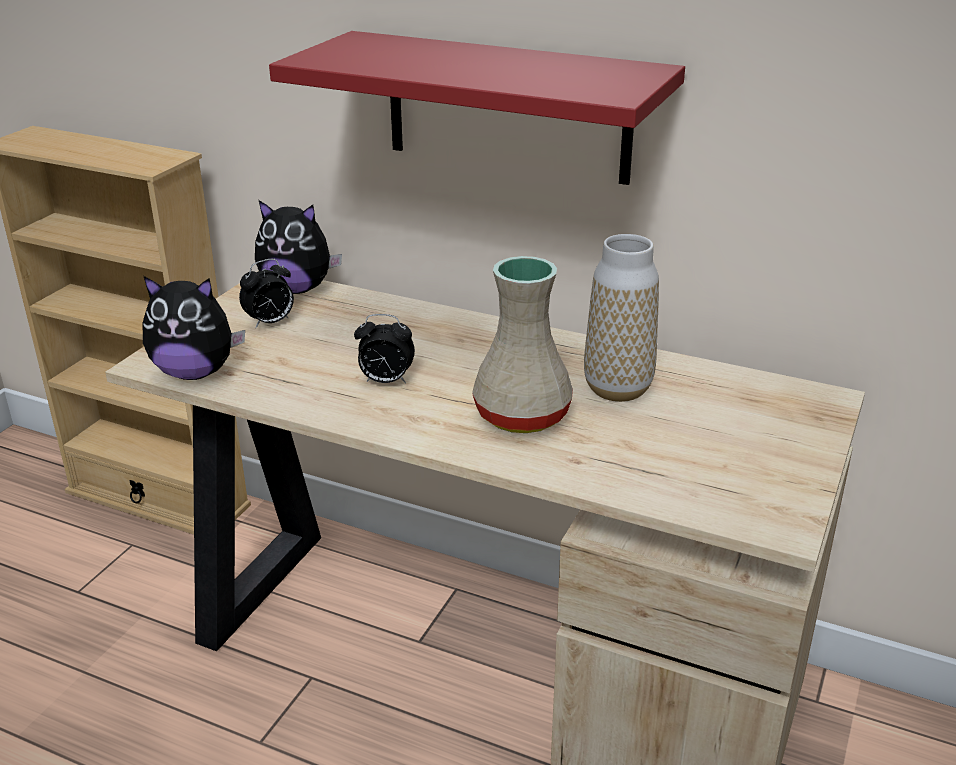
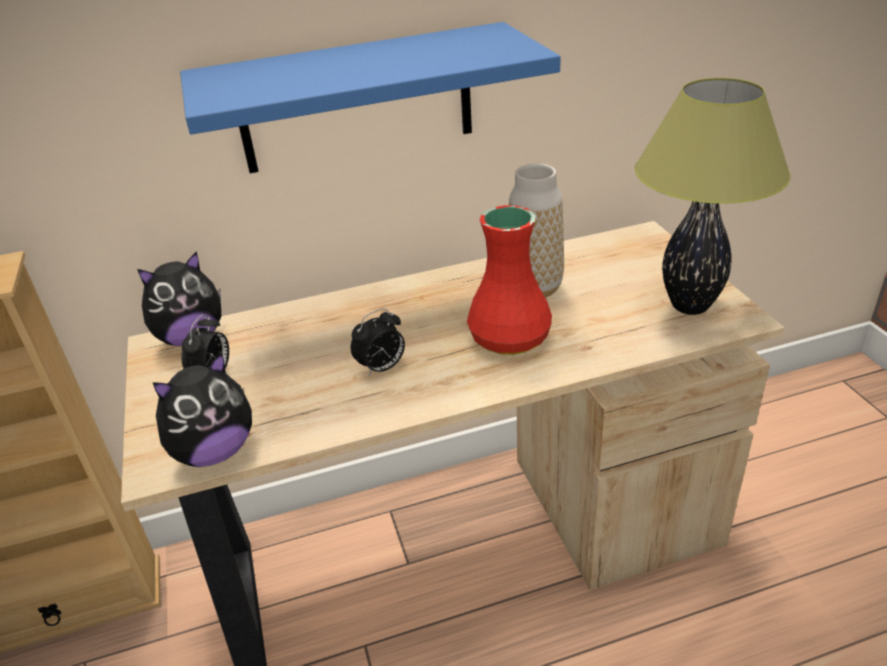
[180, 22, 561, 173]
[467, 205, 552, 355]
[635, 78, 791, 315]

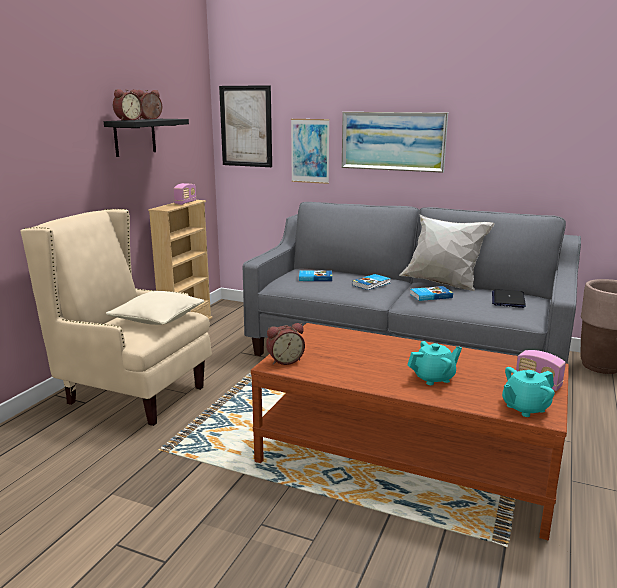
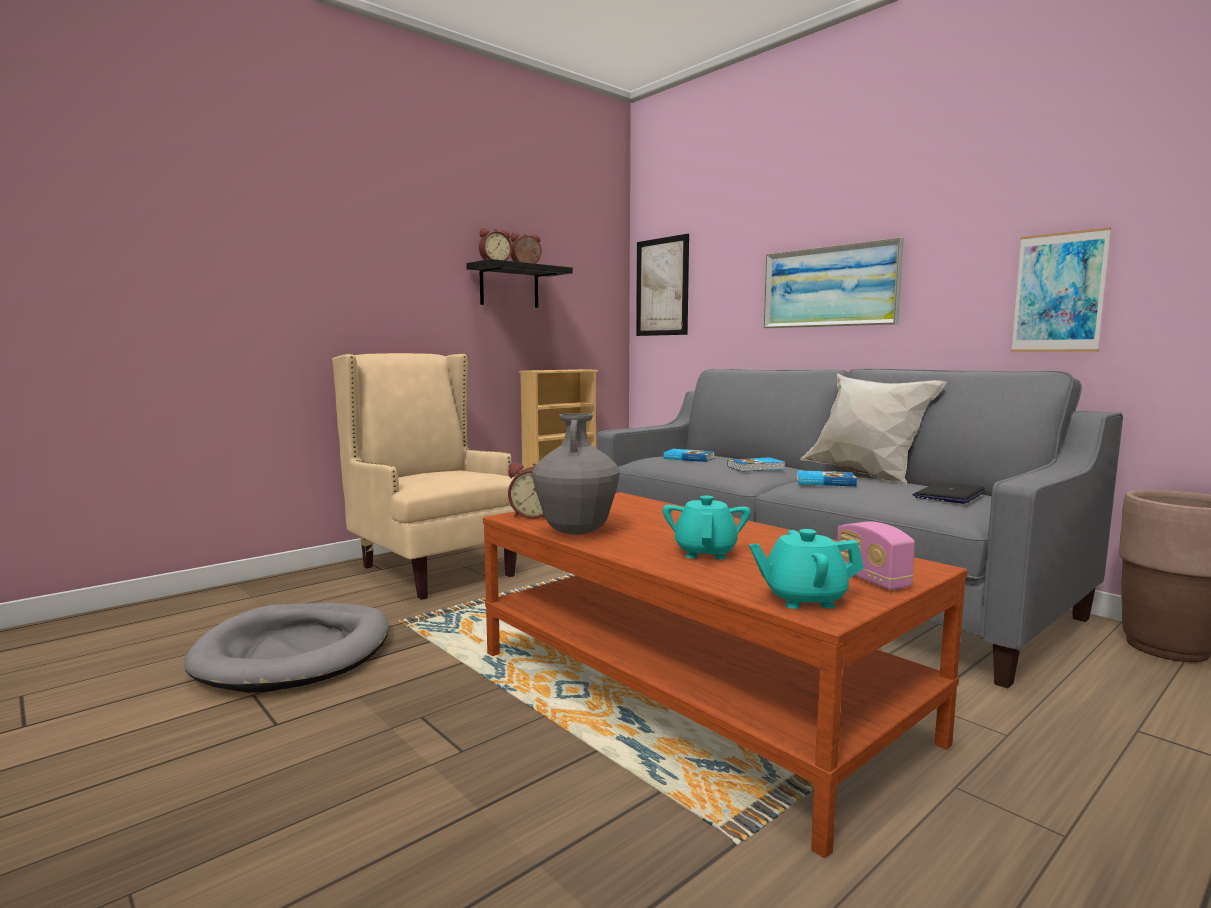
[1011, 227, 1111, 352]
[174, 183, 196, 205] (first image)
[106, 291, 204, 325] (first image)
[663, 495, 751, 559]
[532, 413, 620, 535]
[184, 603, 388, 693]

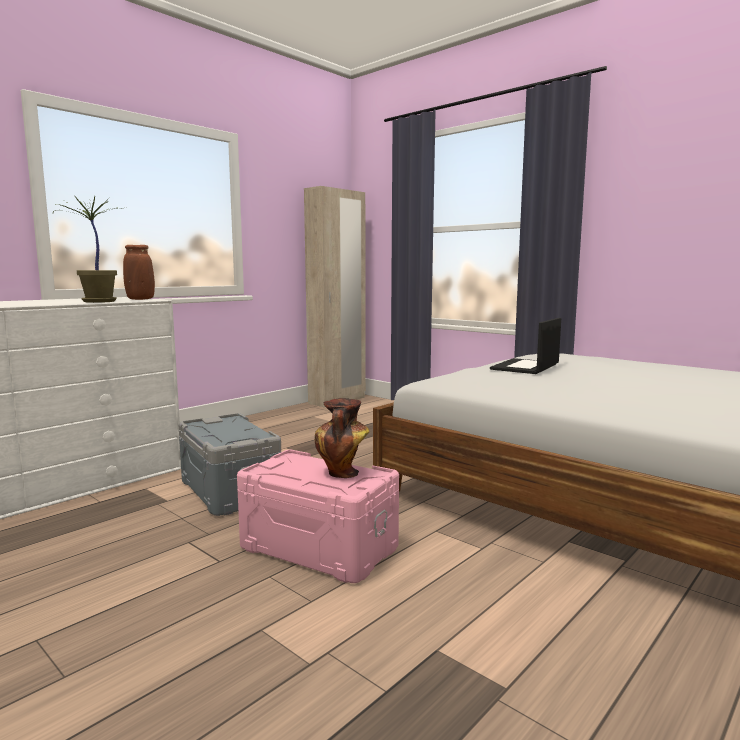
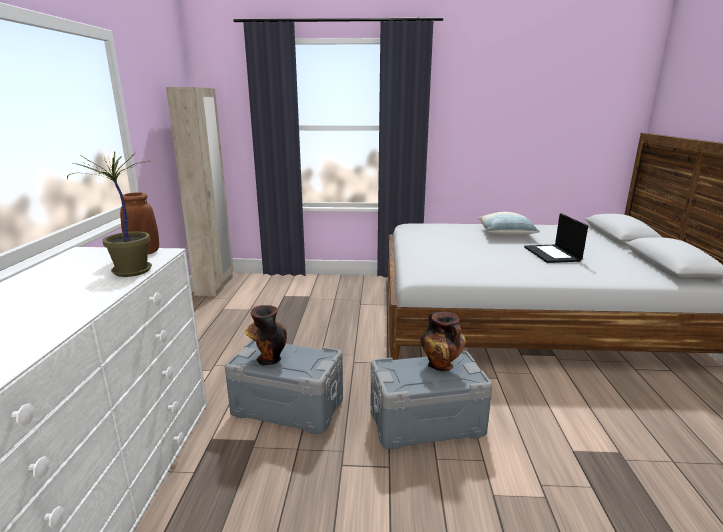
[524, 213, 588, 263]
[370, 351, 493, 449]
[478, 212, 540, 234]
[246, 305, 287, 366]

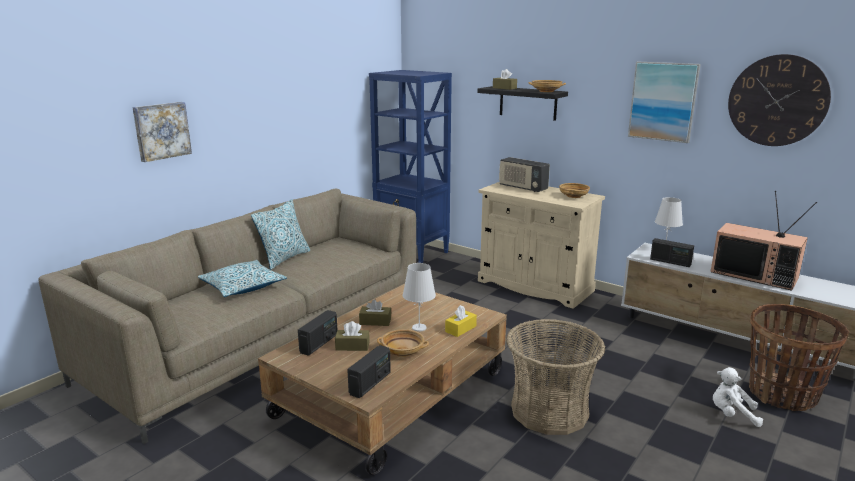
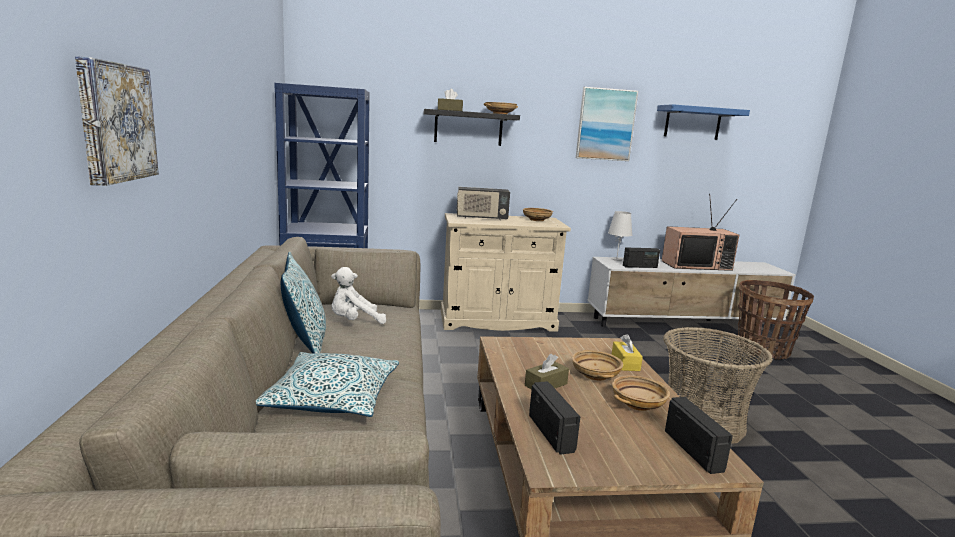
[657, 104, 750, 140]
[572, 350, 623, 381]
[335, 321, 370, 351] (first image)
[331, 267, 386, 324]

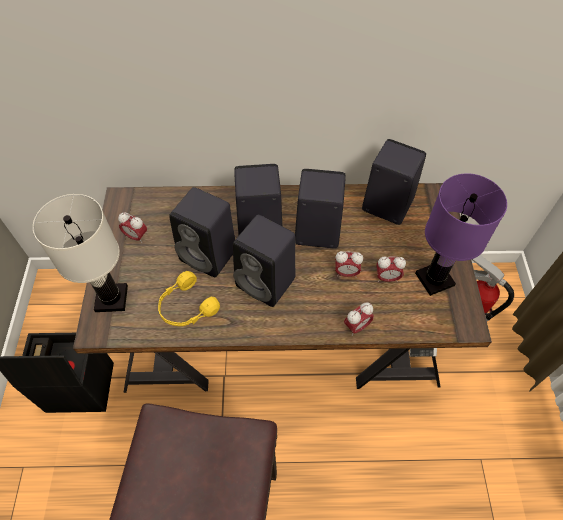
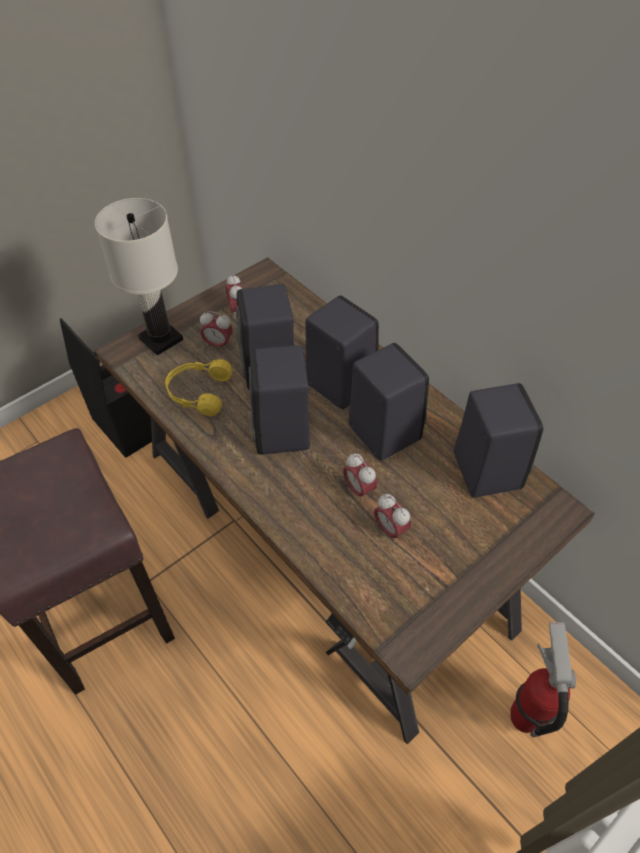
[415, 173, 507, 296] (first image)
[200, 311, 233, 350]

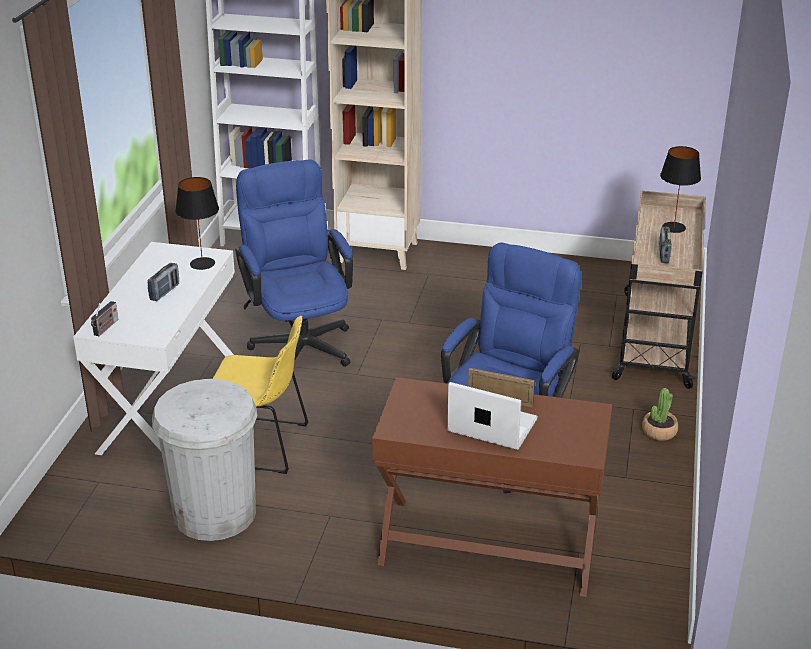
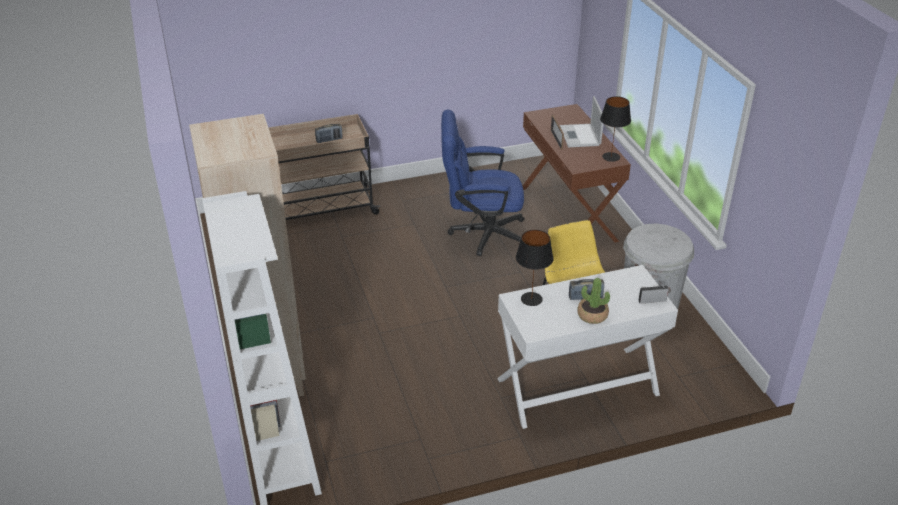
[600, 96, 631, 162]
[235, 159, 353, 367] (first image)
[577, 278, 610, 324]

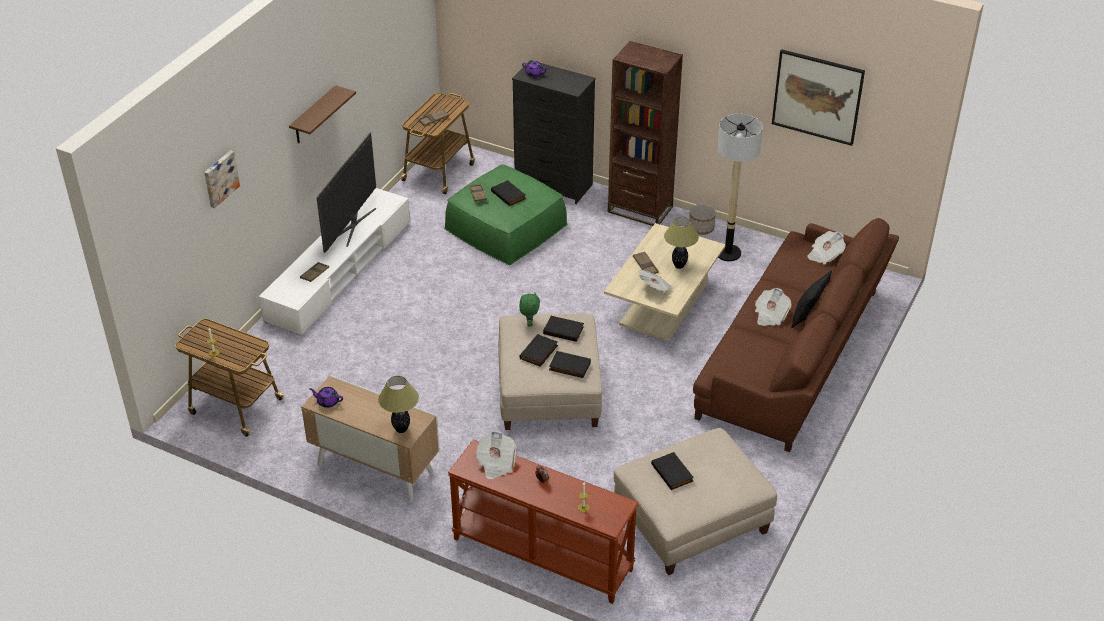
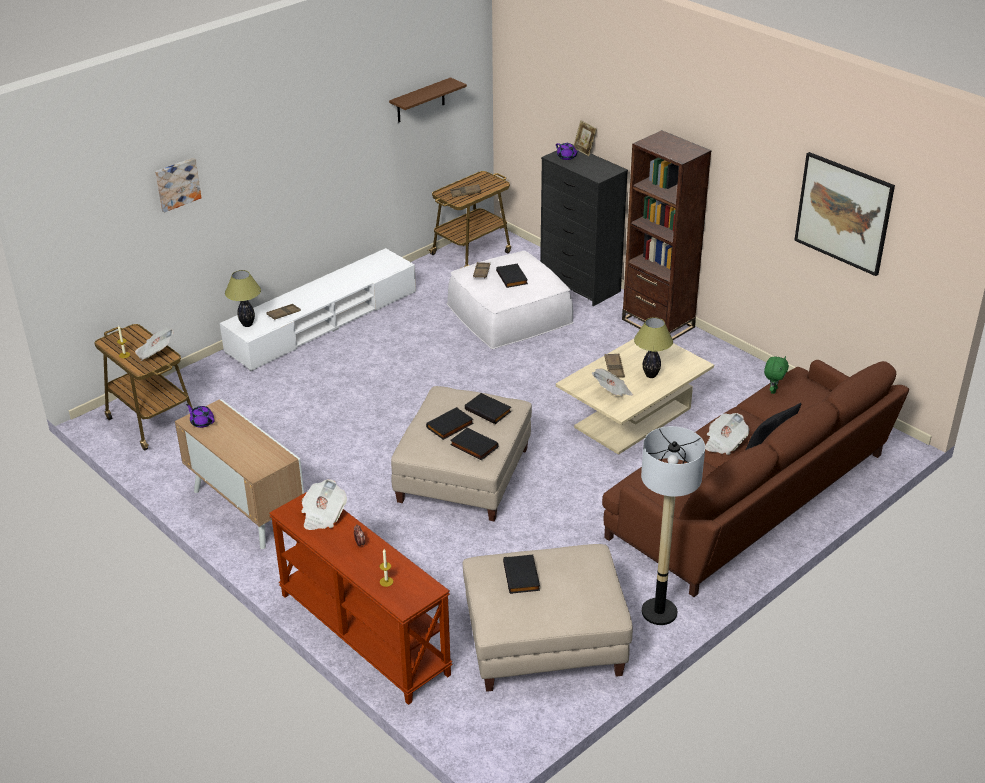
[389, 77, 467, 123]
[641, 426, 705, 625]
[316, 132, 377, 253] (first image)
[447, 251, 574, 349]
[689, 204, 716, 235] (first image)
[135, 327, 174, 361]
[764, 356, 789, 394]
[225, 270, 261, 327]
[574, 120, 597, 156]

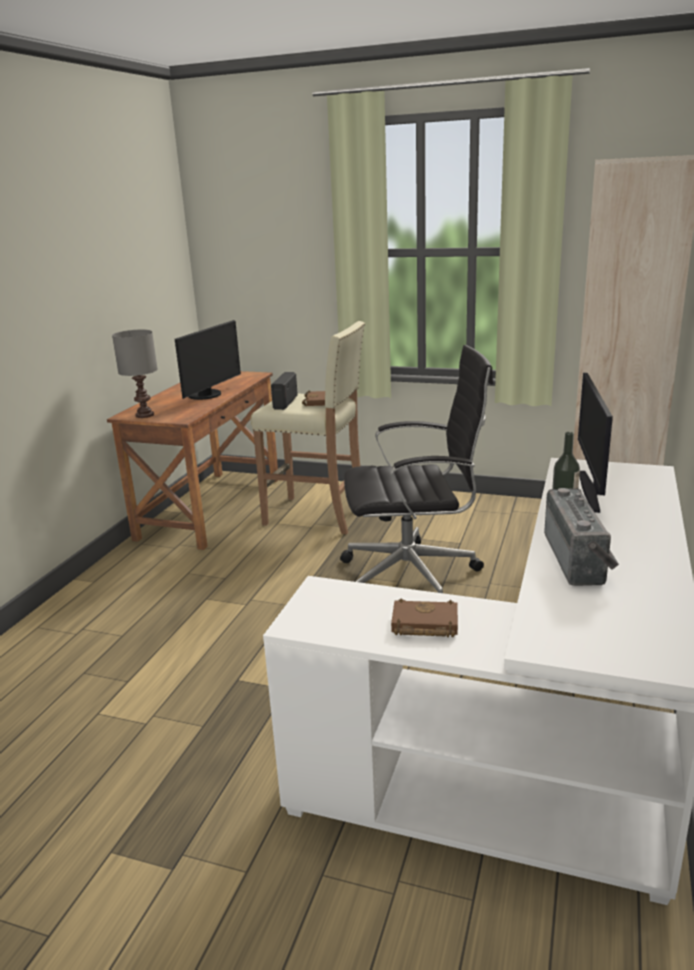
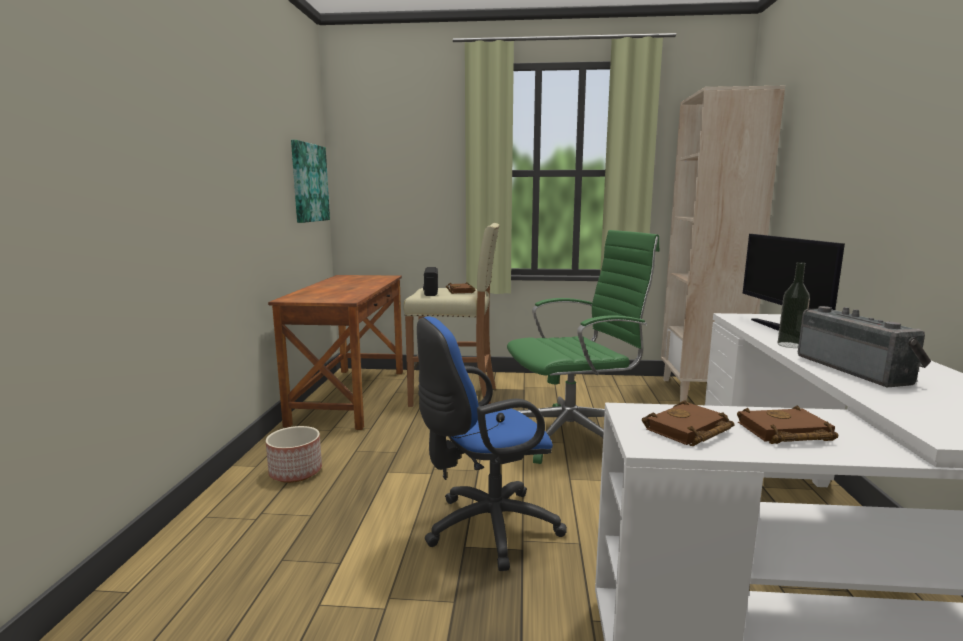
[175, 320, 241, 400] (first image)
[112, 330, 158, 418] (first image)
[507, 230, 660, 464]
[291, 140, 330, 223]
[417, 317, 567, 571]
[642, 400, 735, 446]
[266, 426, 322, 483]

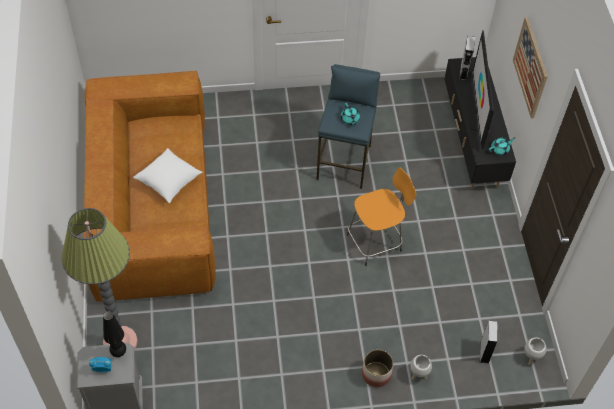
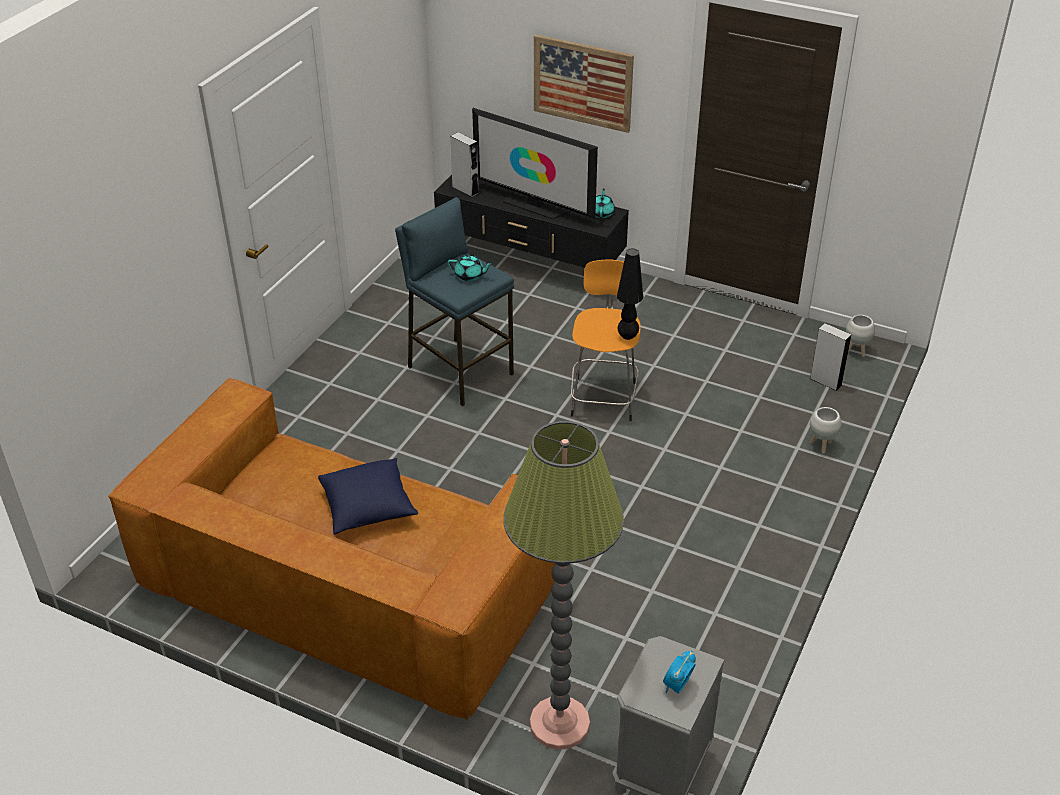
[318, 458, 418, 535]
[617, 248, 643, 340]
[362, 349, 394, 387] (first image)

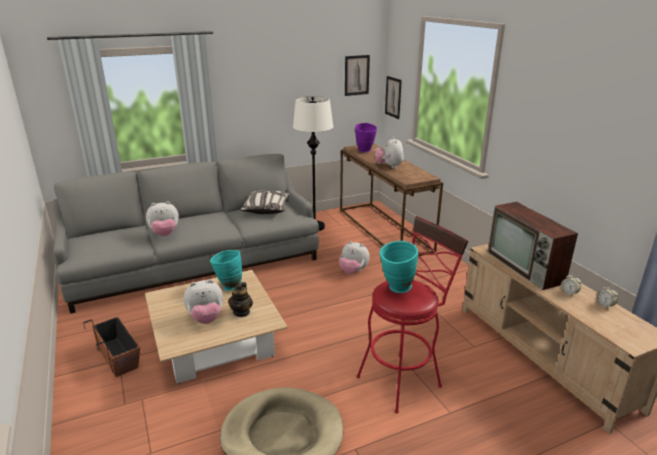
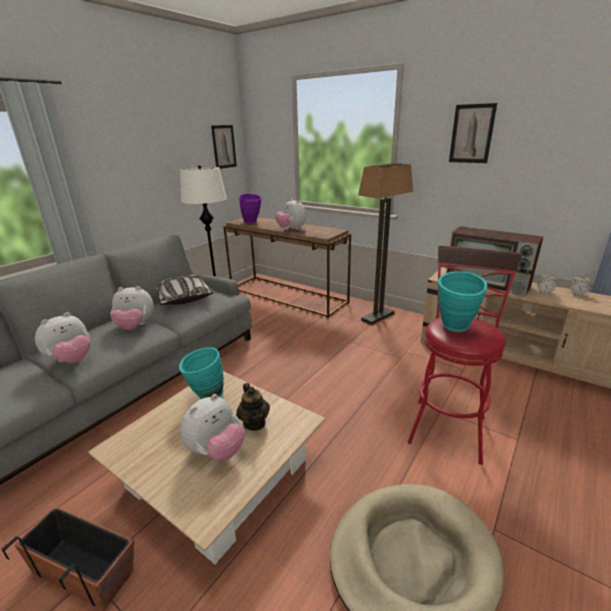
[449, 103, 497, 163]
[110, 286, 154, 330]
[358, 163, 413, 325]

